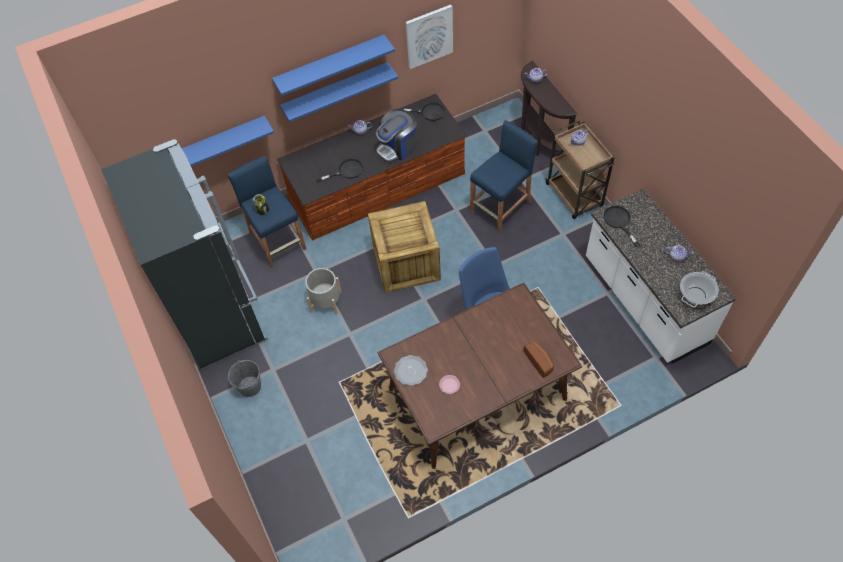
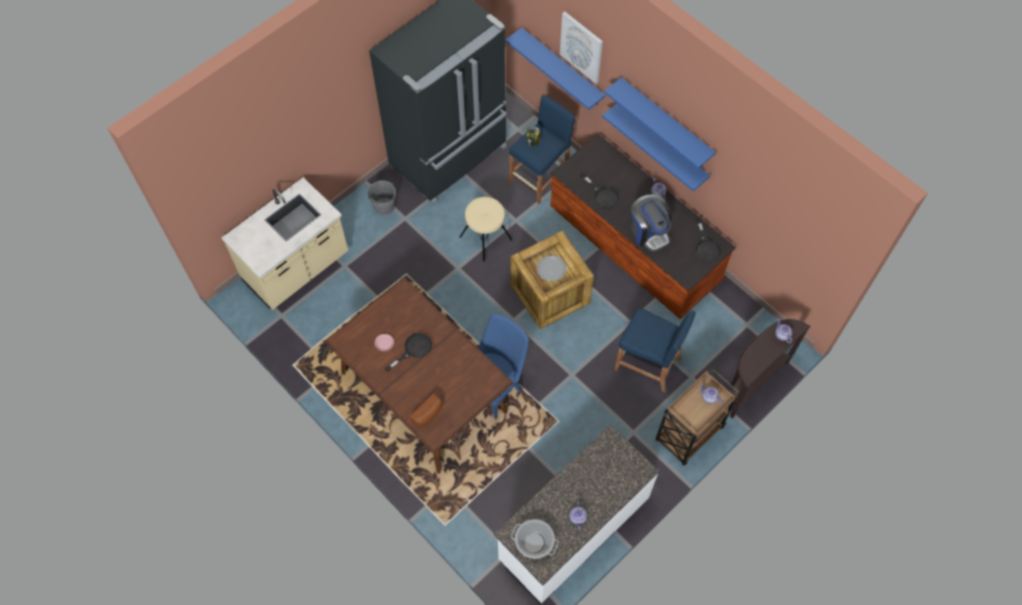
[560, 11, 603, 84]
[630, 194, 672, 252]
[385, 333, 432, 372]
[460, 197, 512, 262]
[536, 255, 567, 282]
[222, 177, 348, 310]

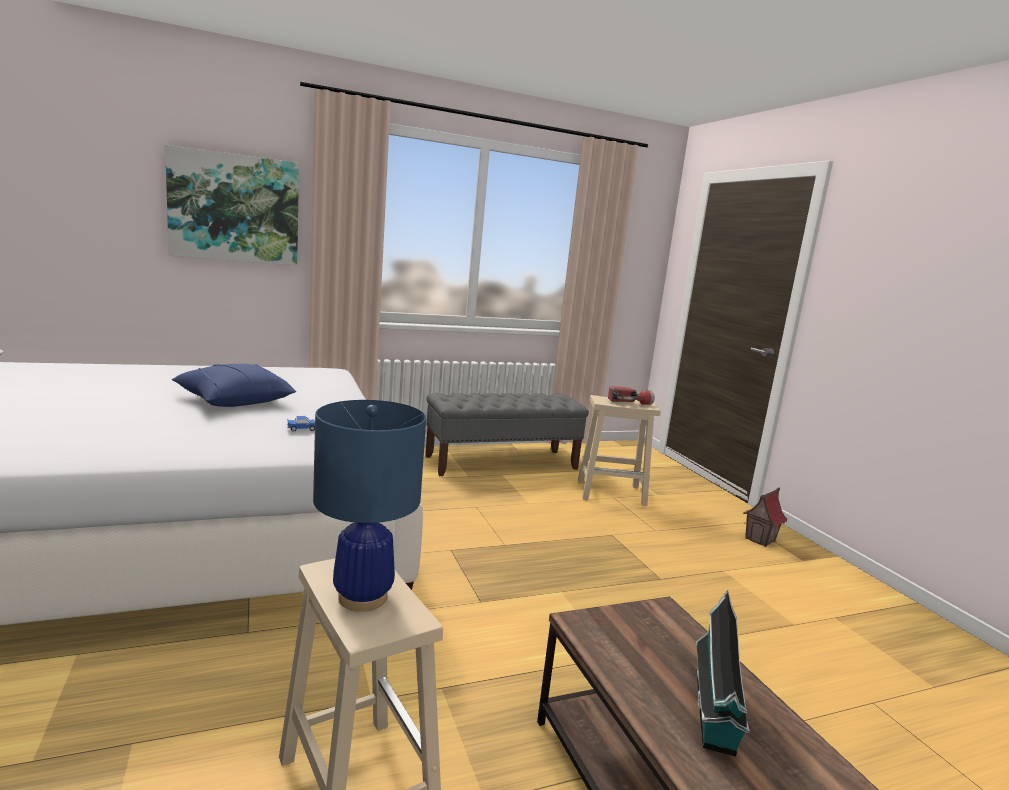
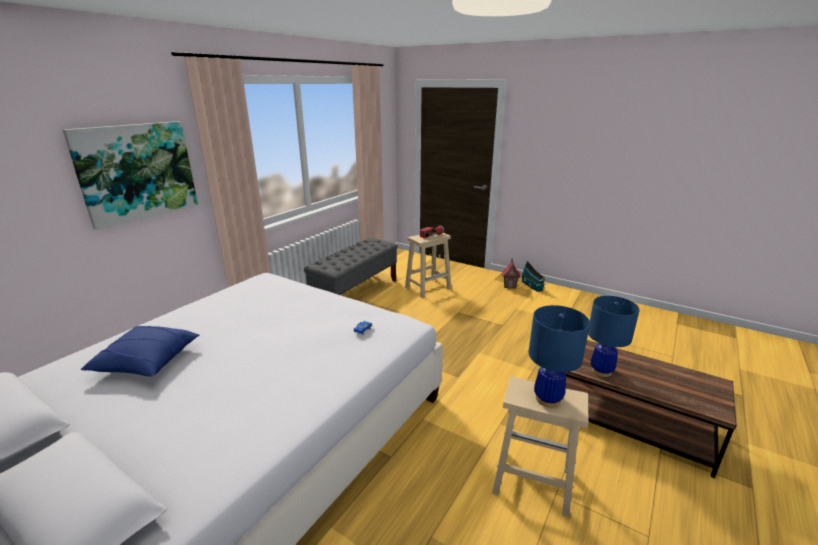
[81, 326, 199, 376]
[521, 260, 545, 292]
[588, 296, 640, 377]

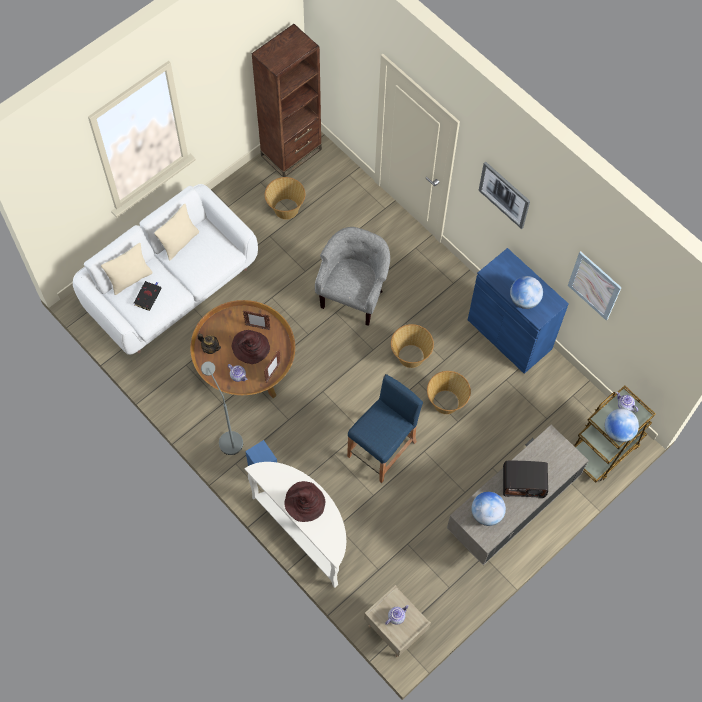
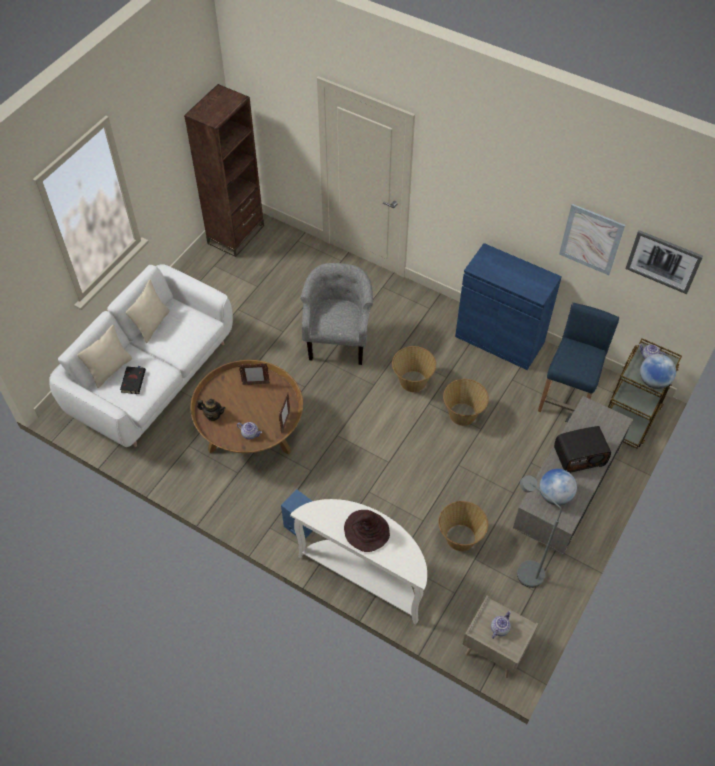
[625, 230, 703, 294]
[439, 501, 488, 551]
[510, 276, 543, 309] (first image)
[232, 330, 270, 364] (first image)
[517, 475, 562, 588]
[538, 303, 619, 412]

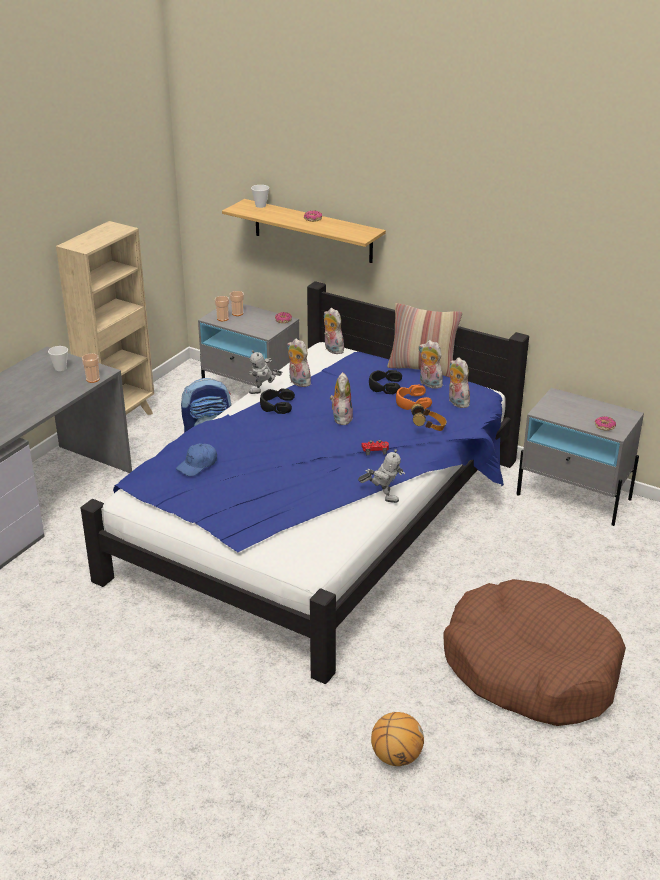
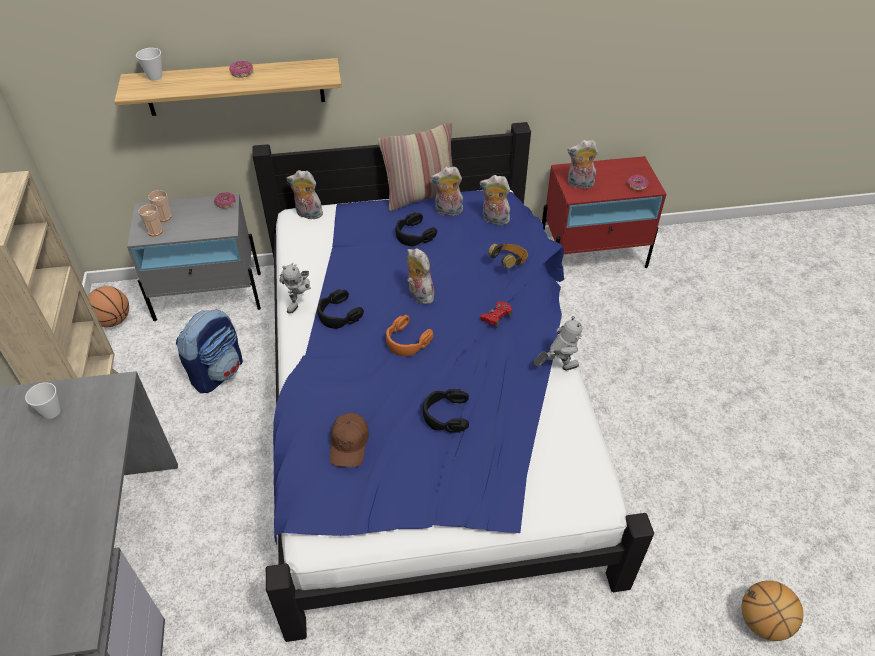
[568, 140, 598, 189]
[82, 354, 100, 383] (first image)
[386, 315, 433, 356]
[542, 156, 666, 268]
[330, 413, 369, 467]
[443, 579, 626, 726] (first image)
[88, 286, 129, 327]
[423, 389, 469, 433]

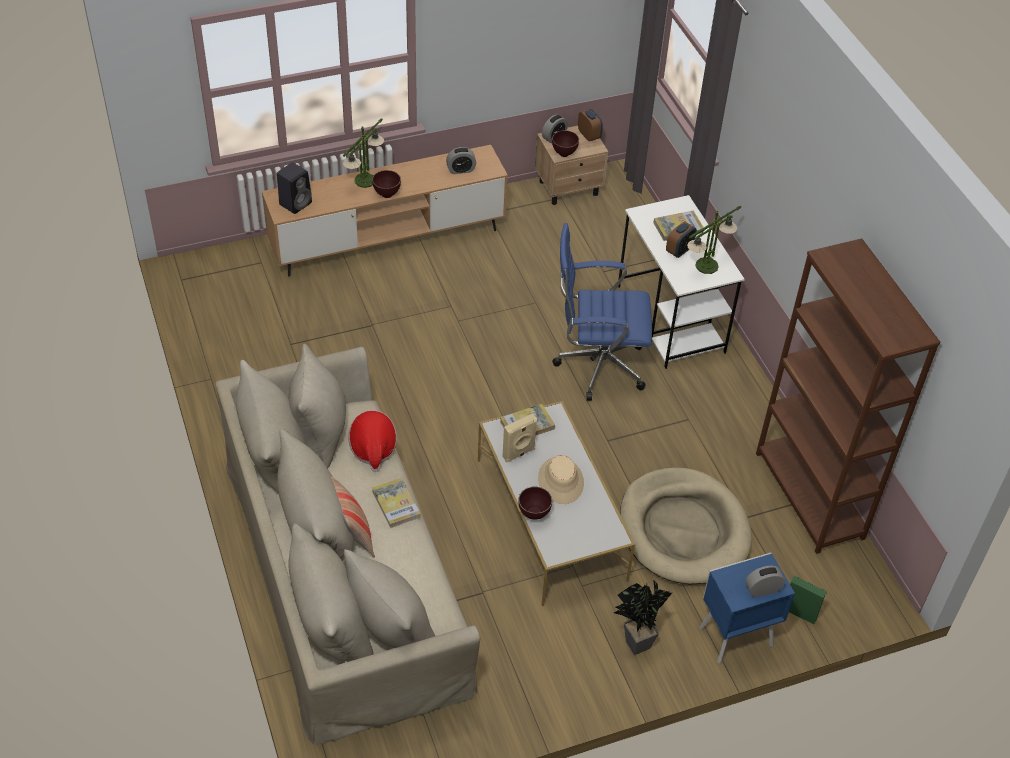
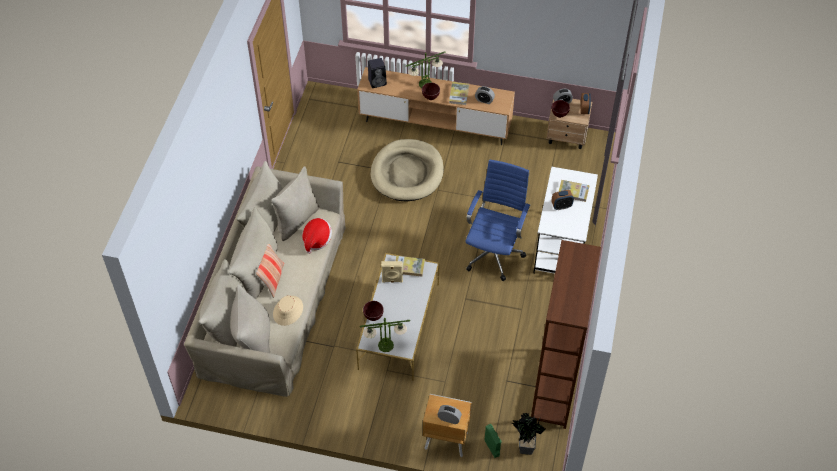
[359, 318, 411, 352]
[465, 159, 530, 281]
[273, 295, 303, 326]
[371, 139, 444, 201]
[449, 82, 469, 105]
[423, 394, 472, 457]
[512, 413, 545, 455]

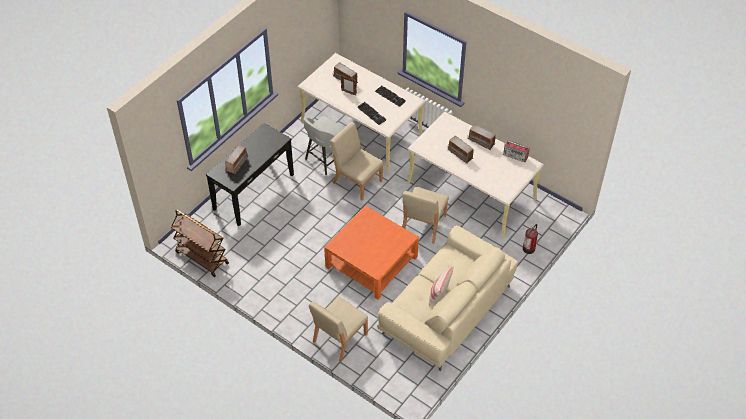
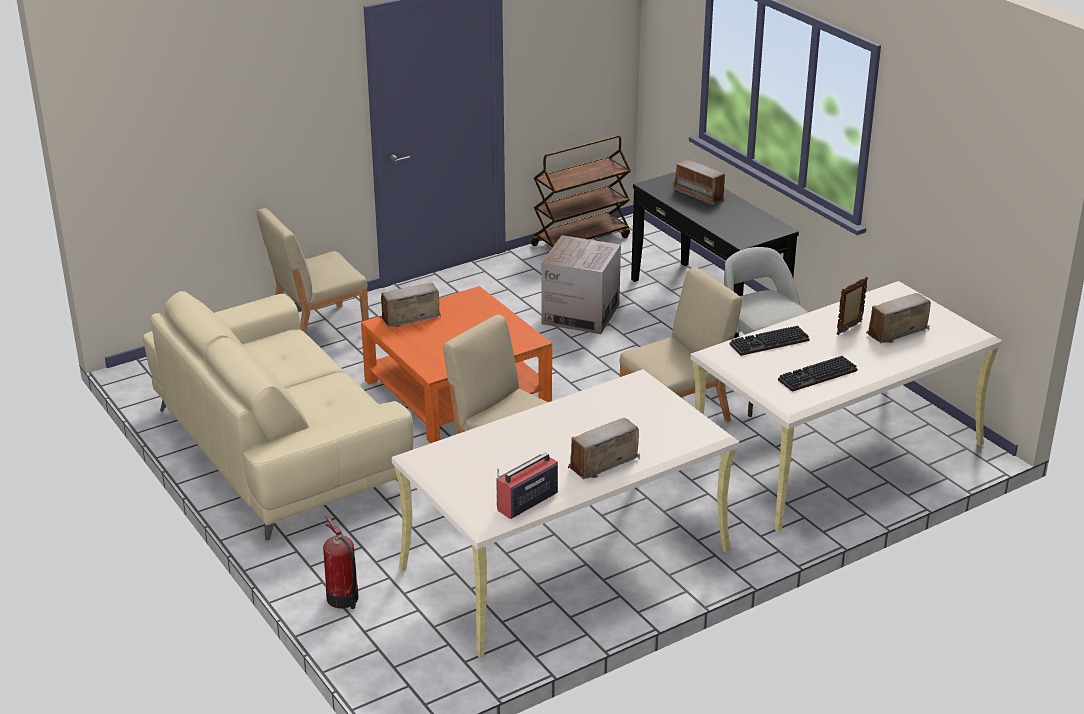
[380, 283, 441, 327]
[429, 266, 454, 305] (first image)
[257, 208, 369, 333]
[541, 235, 621, 334]

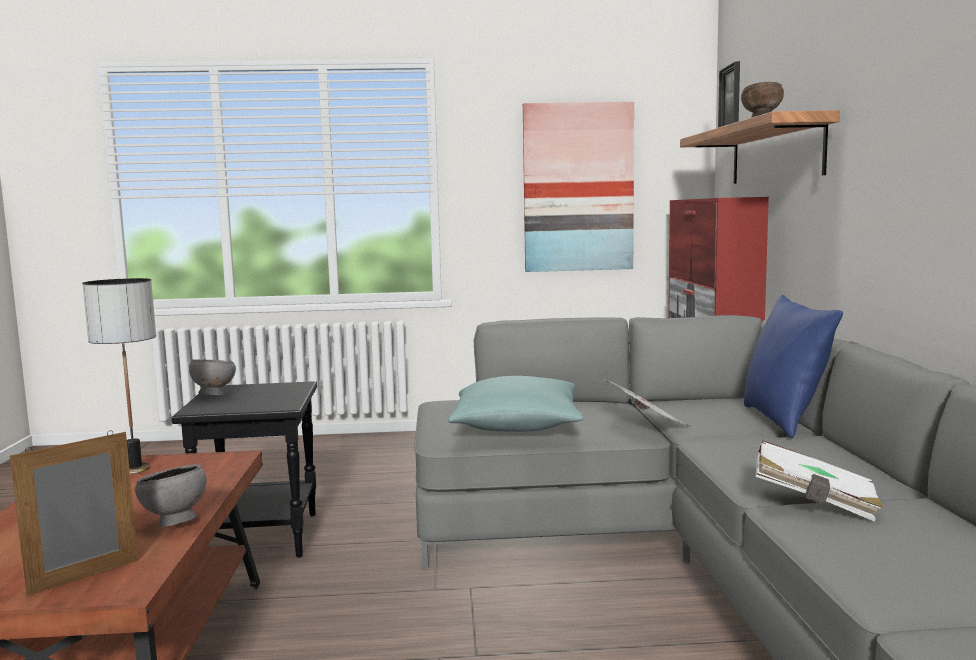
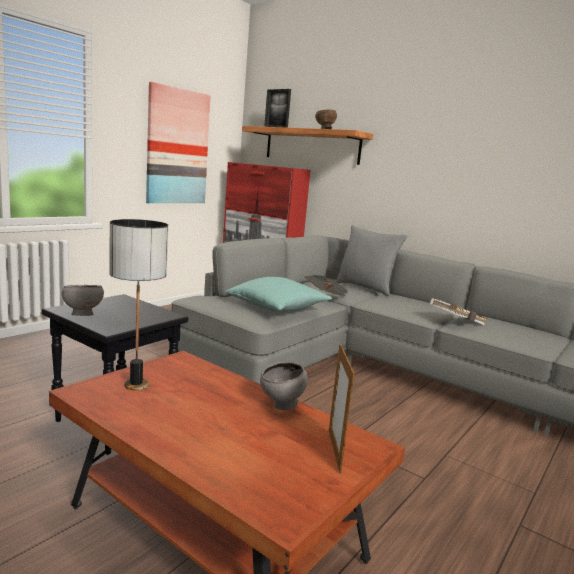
[336, 225, 407, 296]

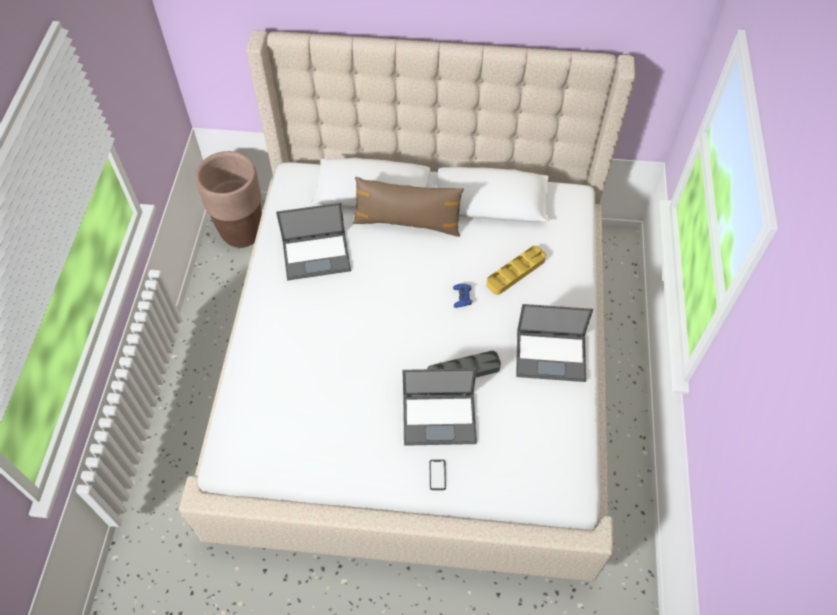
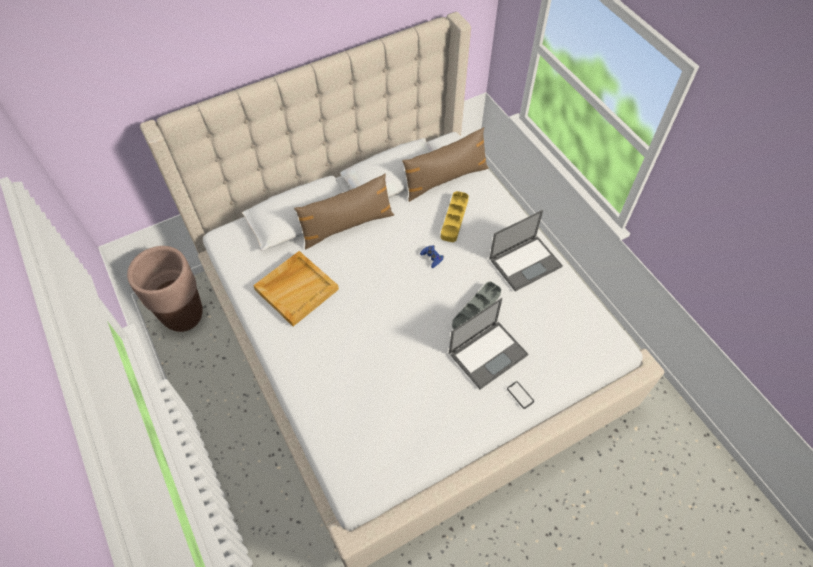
[253, 251, 339, 326]
[402, 127, 488, 202]

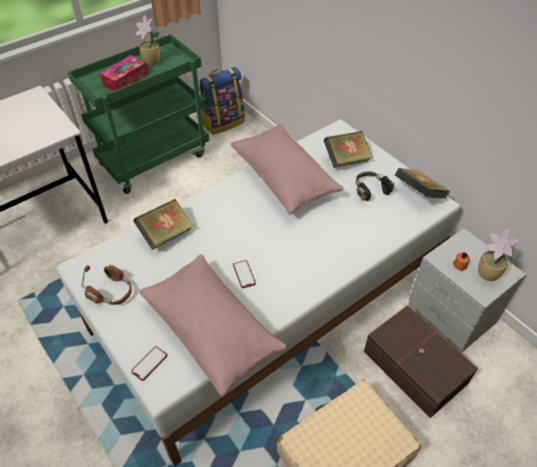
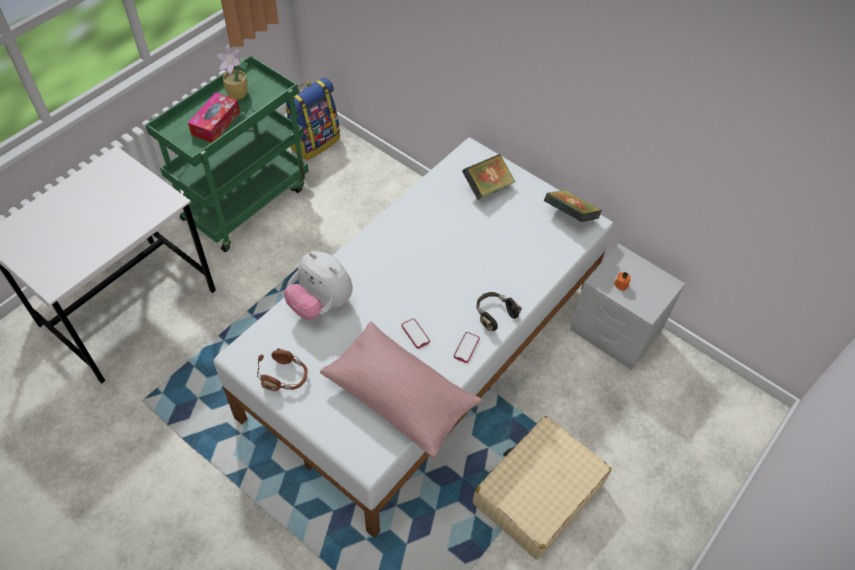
[231, 124, 344, 215] (first image)
[477, 292, 522, 331]
[284, 251, 353, 320]
[478, 229, 520, 281] (first image)
[364, 305, 478, 418] (first image)
[454, 332, 480, 363]

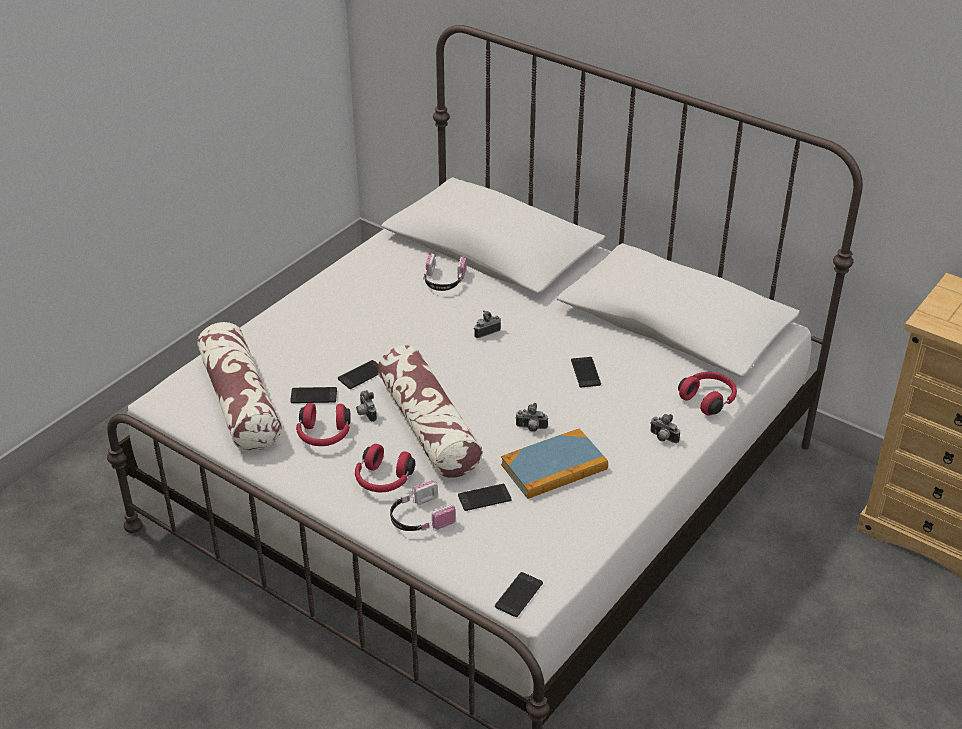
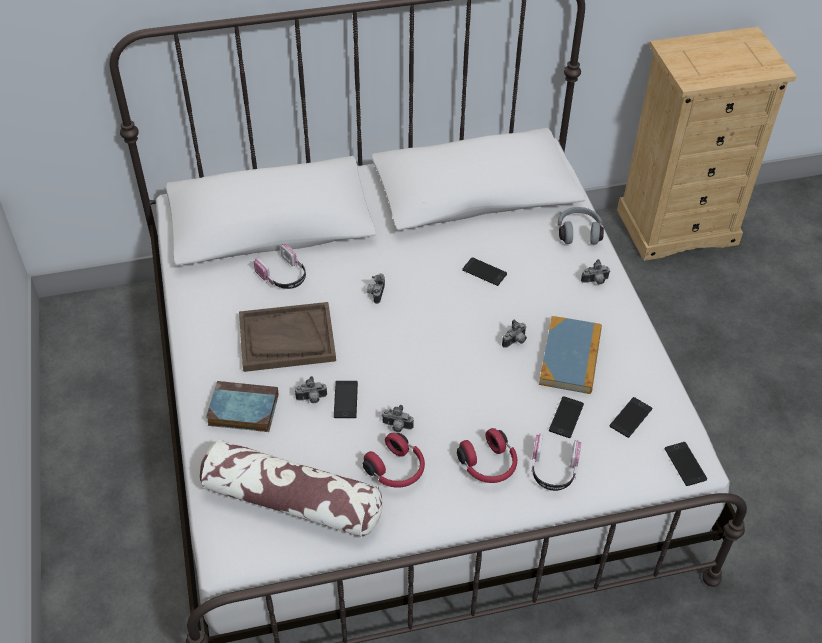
[377, 345, 483, 478] (first image)
[558, 207, 604, 244]
[610, 397, 652, 438]
[239, 302, 336, 372]
[295, 376, 327, 403]
[206, 381, 279, 432]

